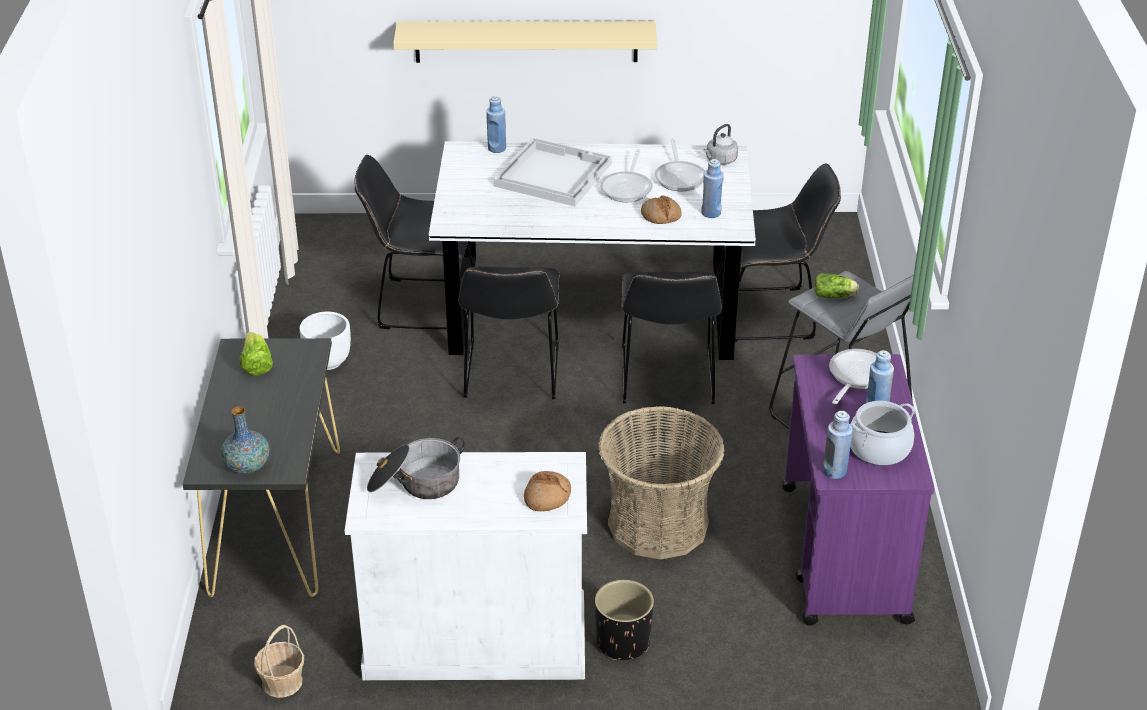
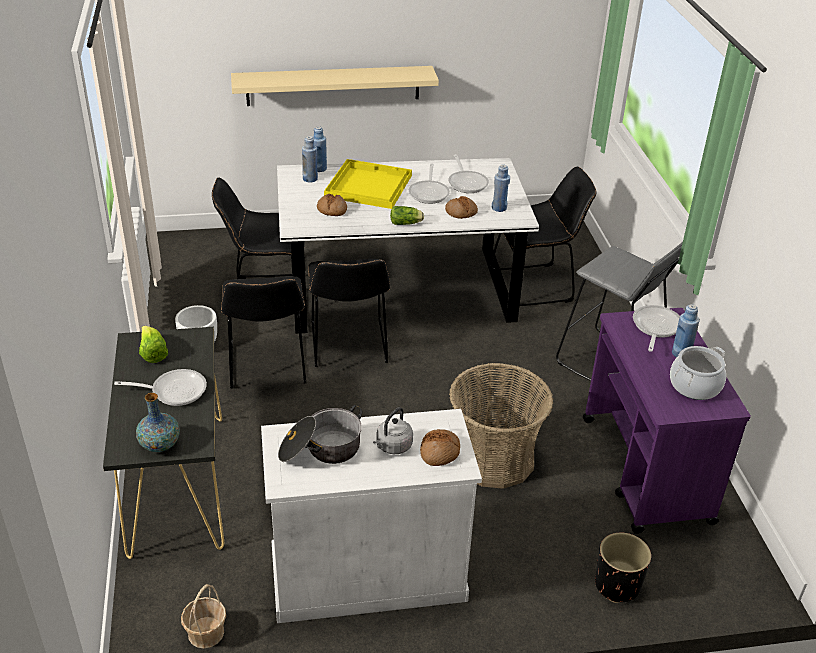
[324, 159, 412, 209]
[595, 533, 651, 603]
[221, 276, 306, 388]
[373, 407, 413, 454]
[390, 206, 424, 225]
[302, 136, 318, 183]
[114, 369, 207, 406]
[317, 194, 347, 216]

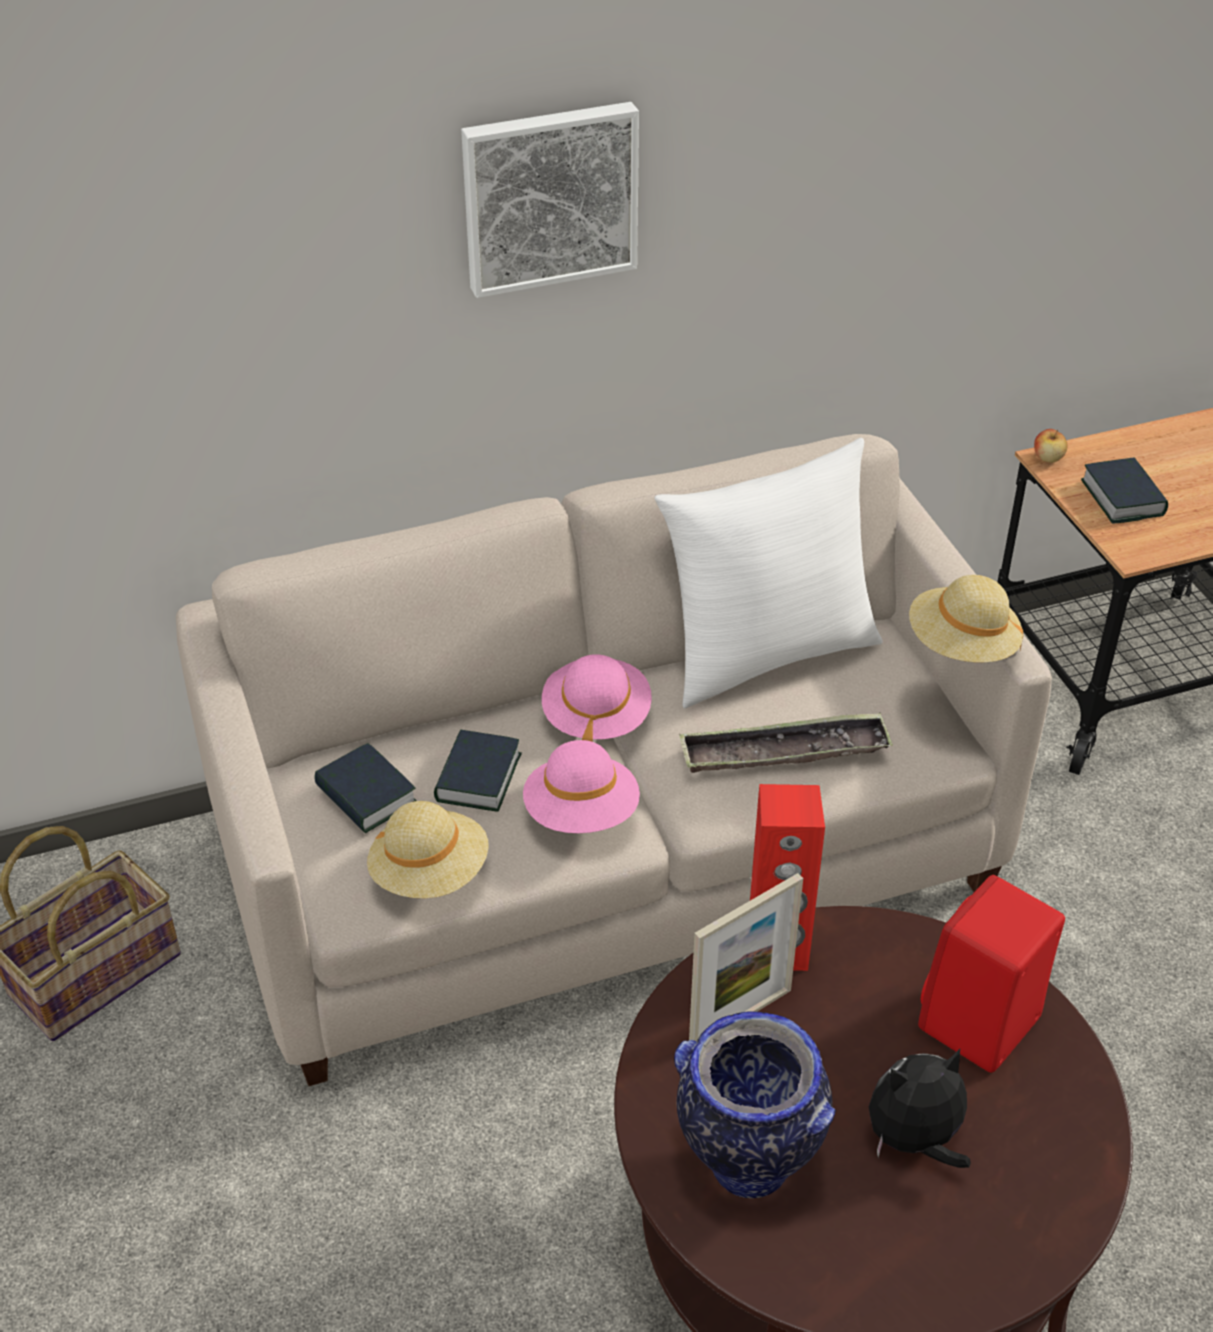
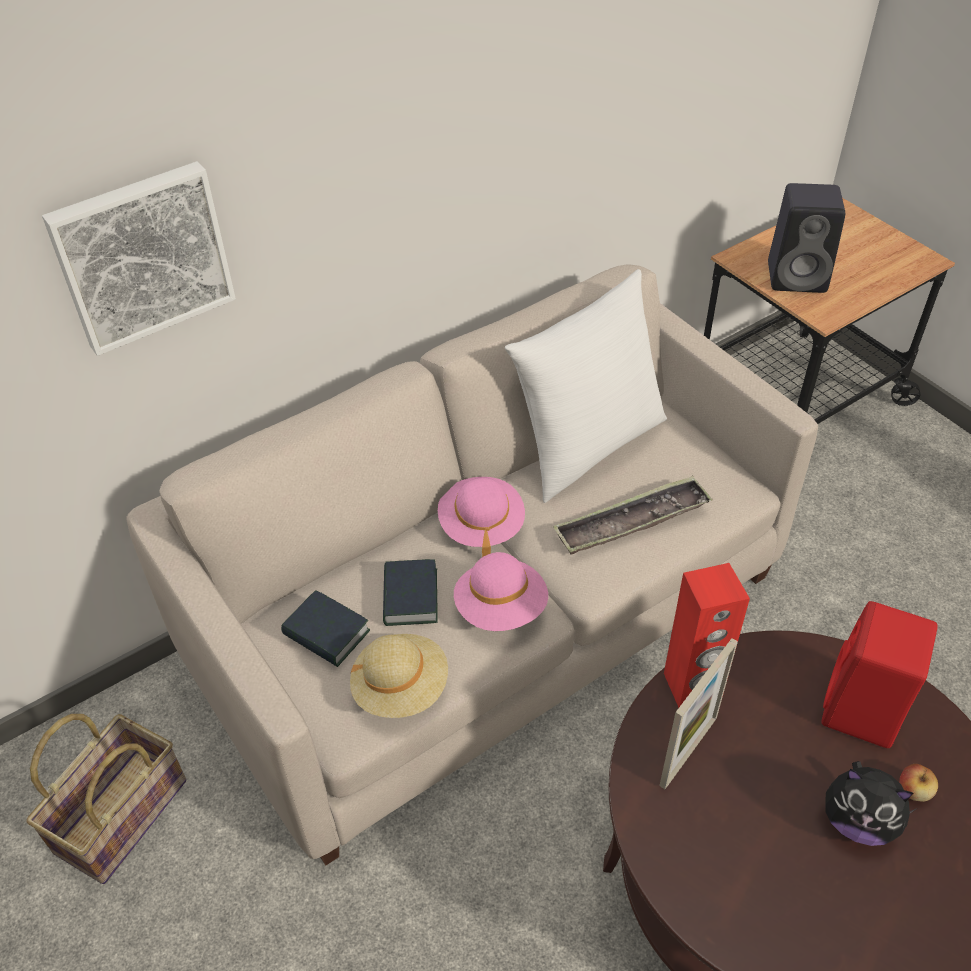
[42, 161, 236, 356]
[674, 1011, 836, 1198] (first image)
[826, 761, 917, 846]
[909, 575, 1023, 663] (first image)
[899, 764, 938, 802]
[768, 183, 845, 293]

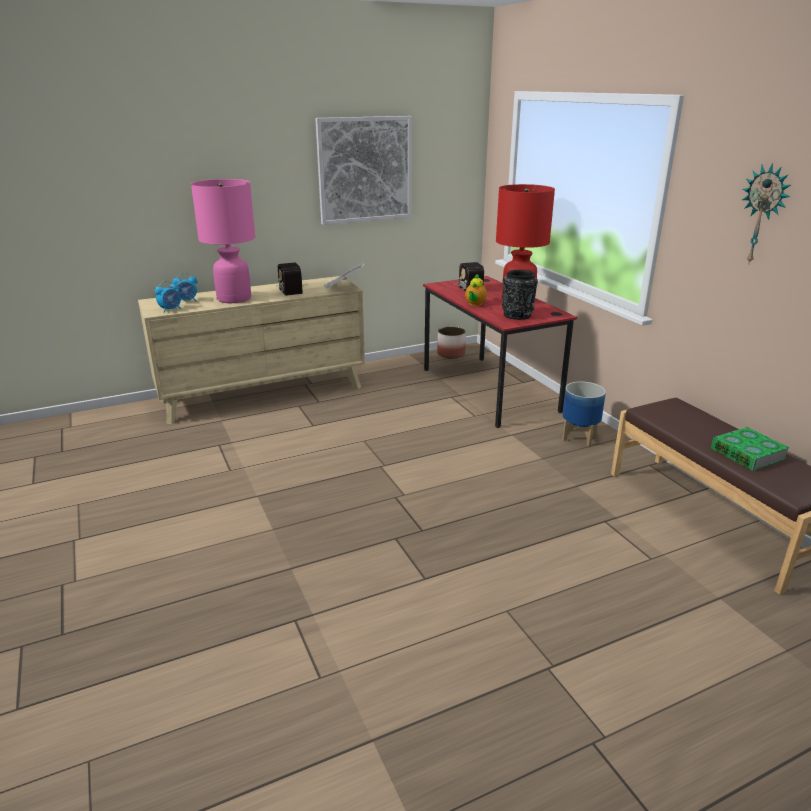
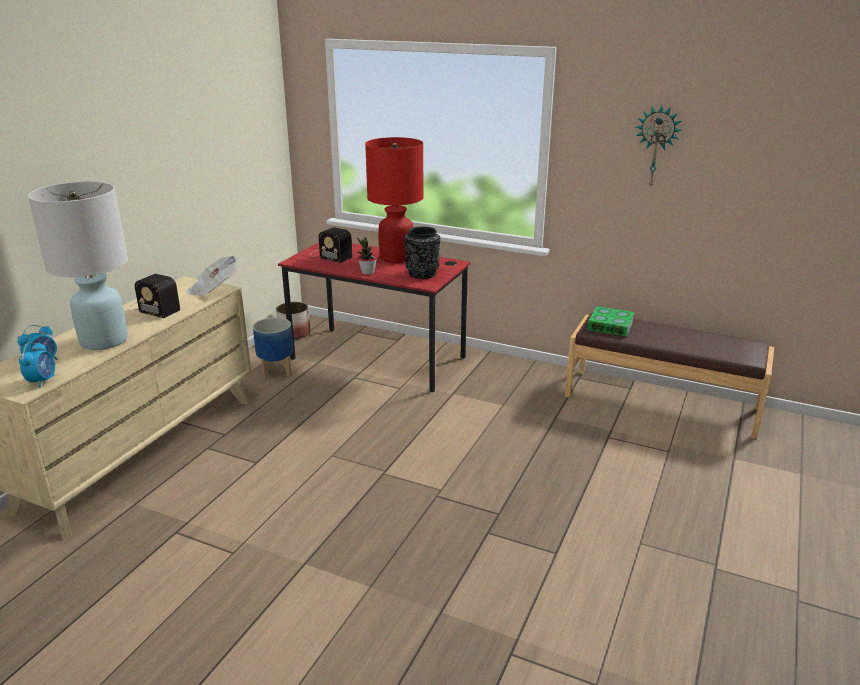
[28, 181, 128, 350]
[315, 116, 412, 225] (first image)
[357, 237, 377, 275]
[253, 317, 293, 379]
[588, 306, 634, 337]

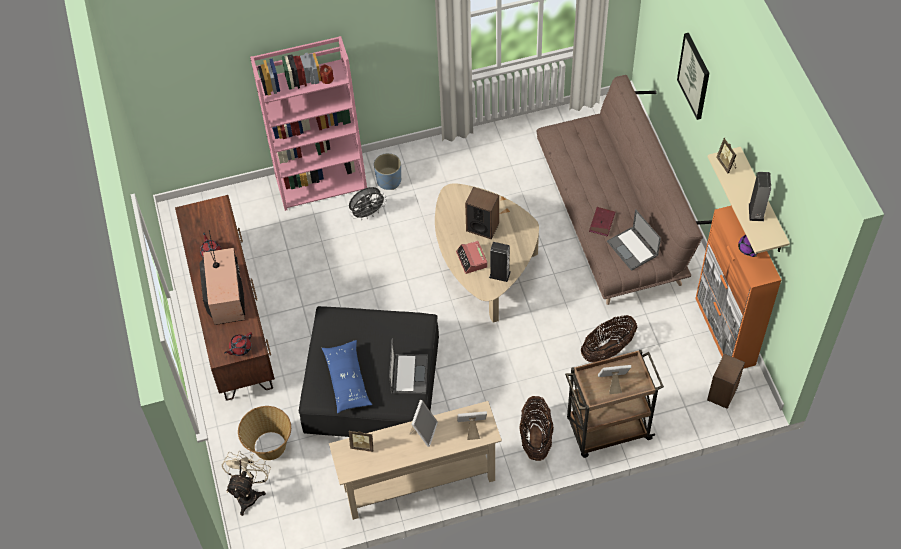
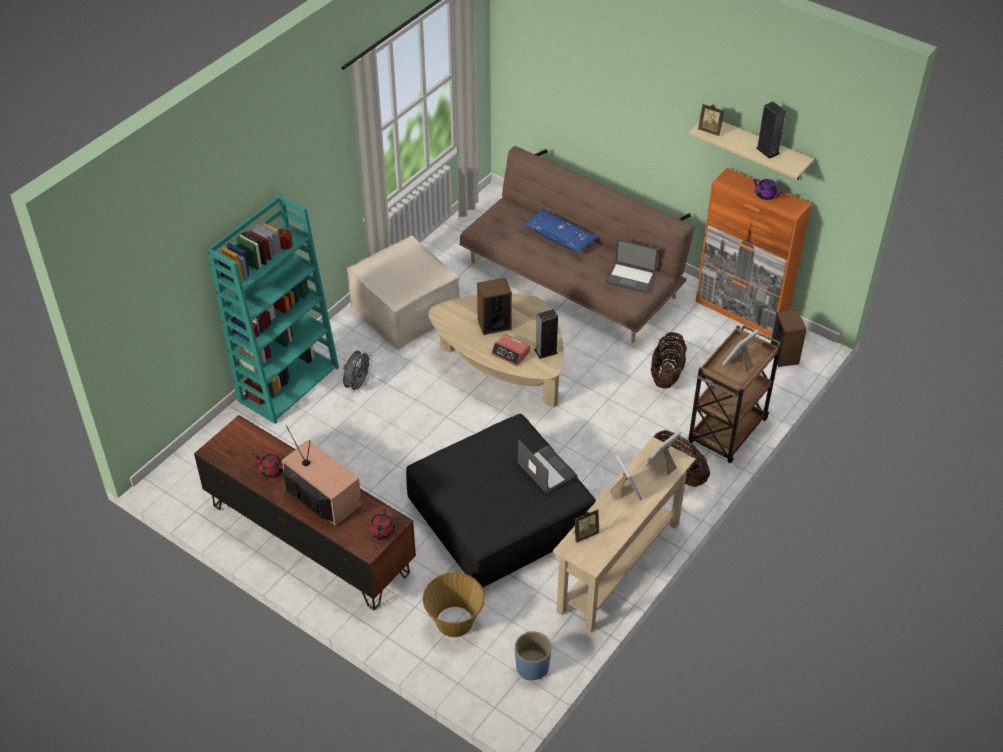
[222, 451, 271, 516] (first image)
[207, 195, 339, 424]
[522, 208, 599, 254]
[515, 631, 551, 680]
[589, 207, 615, 237] (first image)
[677, 33, 709, 120] (first image)
[347, 236, 460, 350]

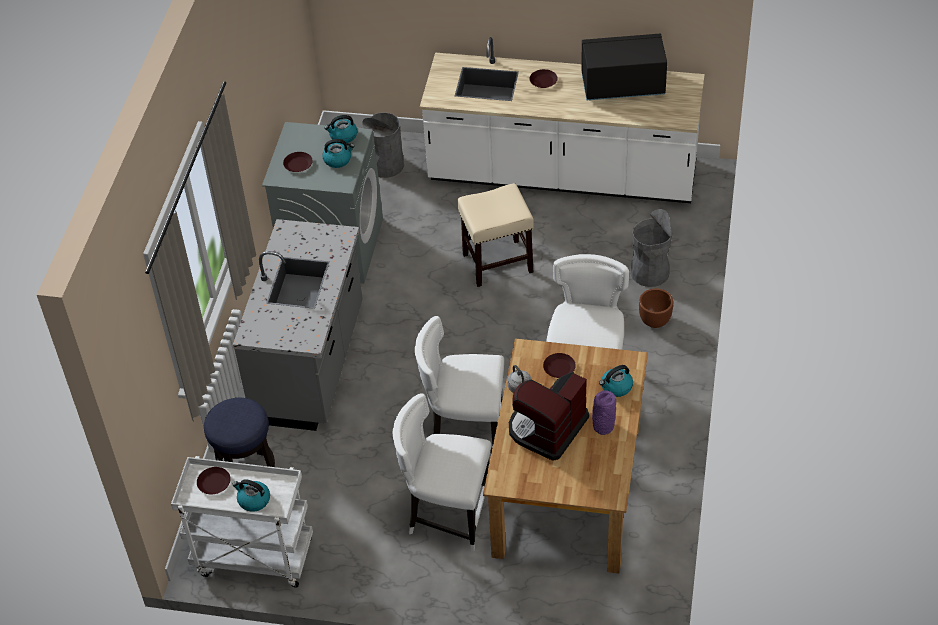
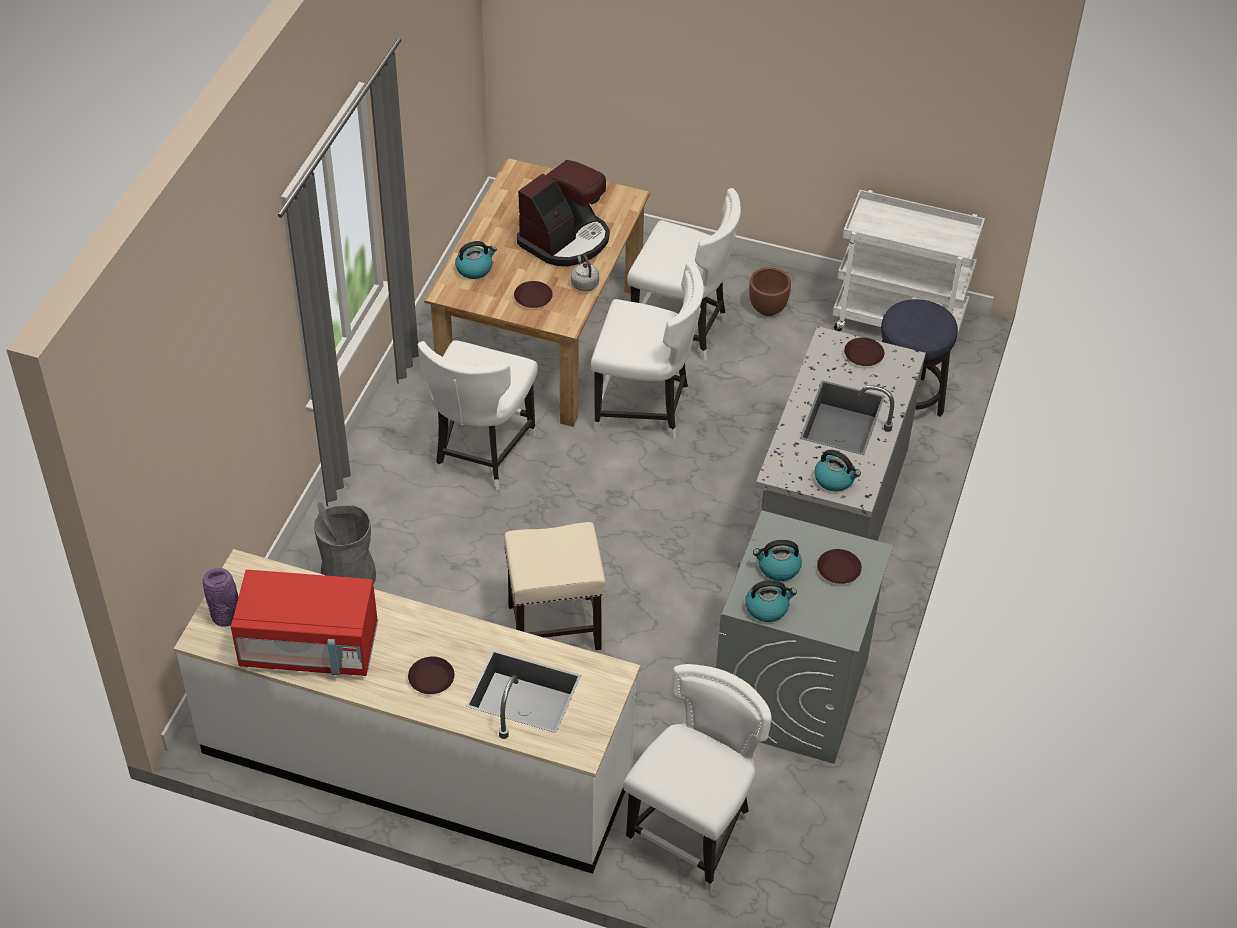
[844, 337, 884, 366]
[814, 450, 861, 492]
[623, 664, 771, 892]
[231, 570, 378, 676]
[203, 568, 239, 626]
[749, 267, 791, 316]

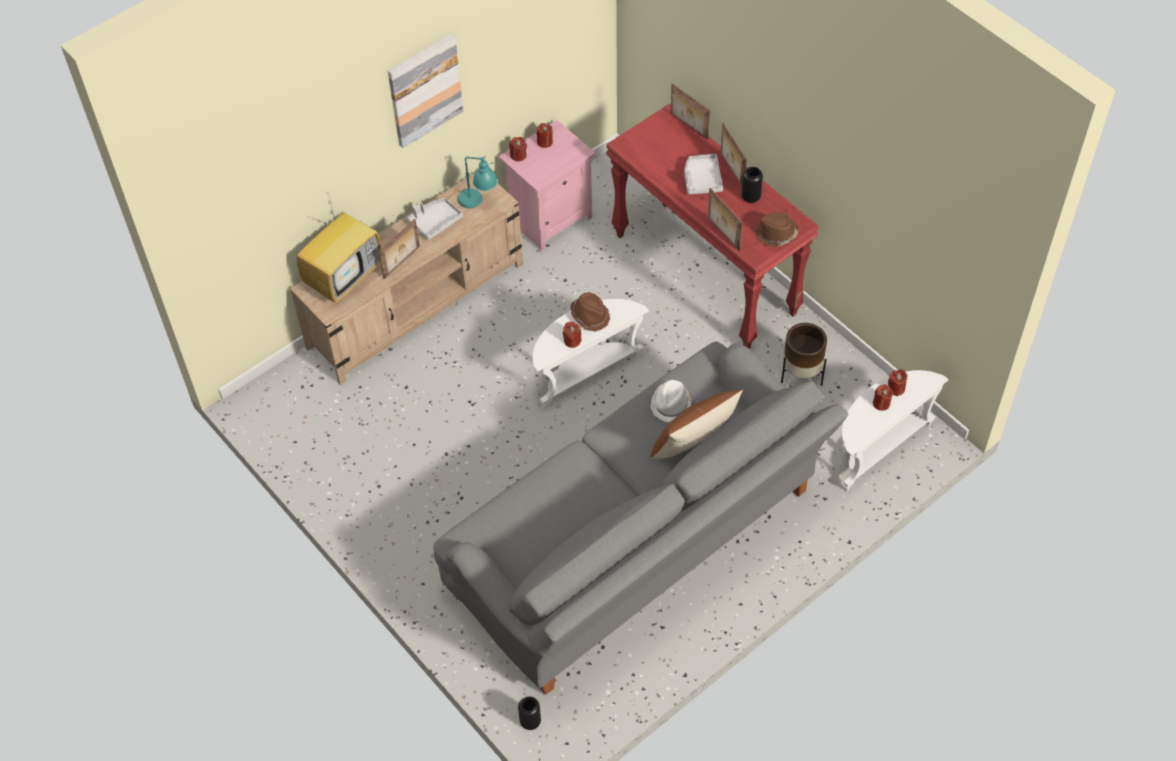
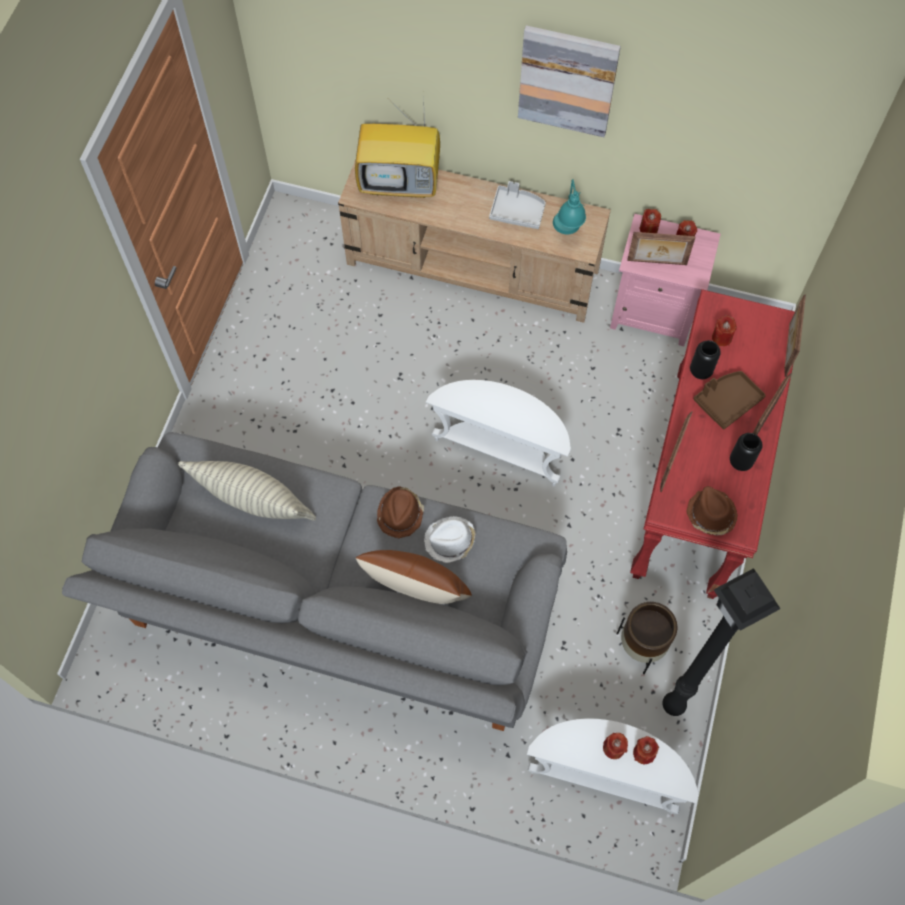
[627, 232, 696, 265]
[690, 340, 721, 379]
[712, 315, 737, 346]
[377, 486, 424, 538]
[694, 371, 766, 429]
[178, 461, 316, 521]
[662, 568, 781, 716]

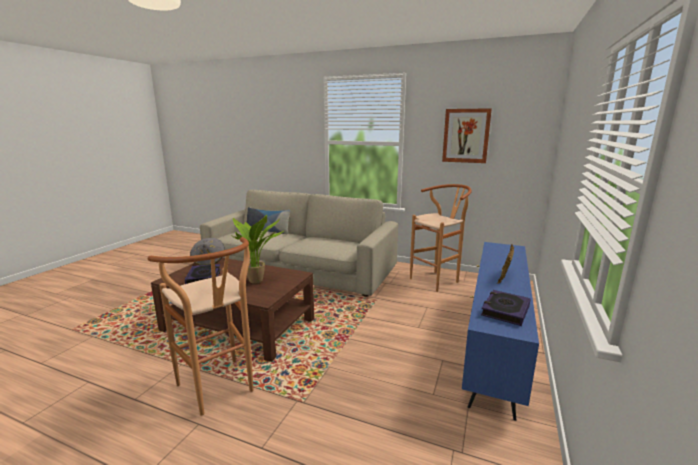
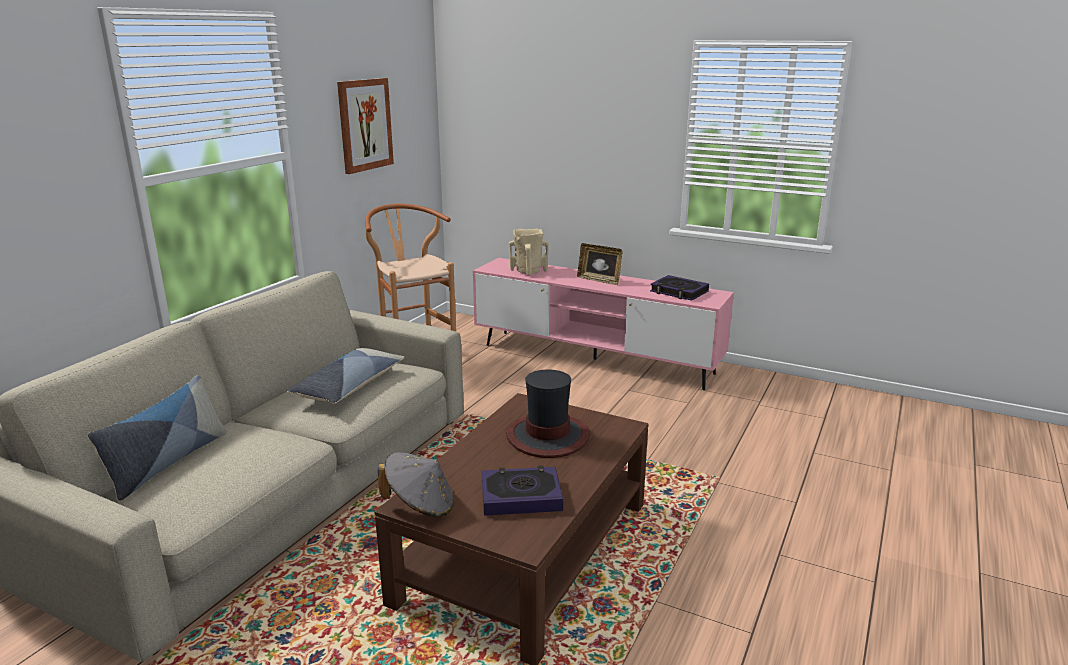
[148, 237, 254, 416] (first image)
[506, 369, 590, 458]
[473, 258, 734, 390]
[287, 348, 405, 404]
[509, 229, 549, 276]

